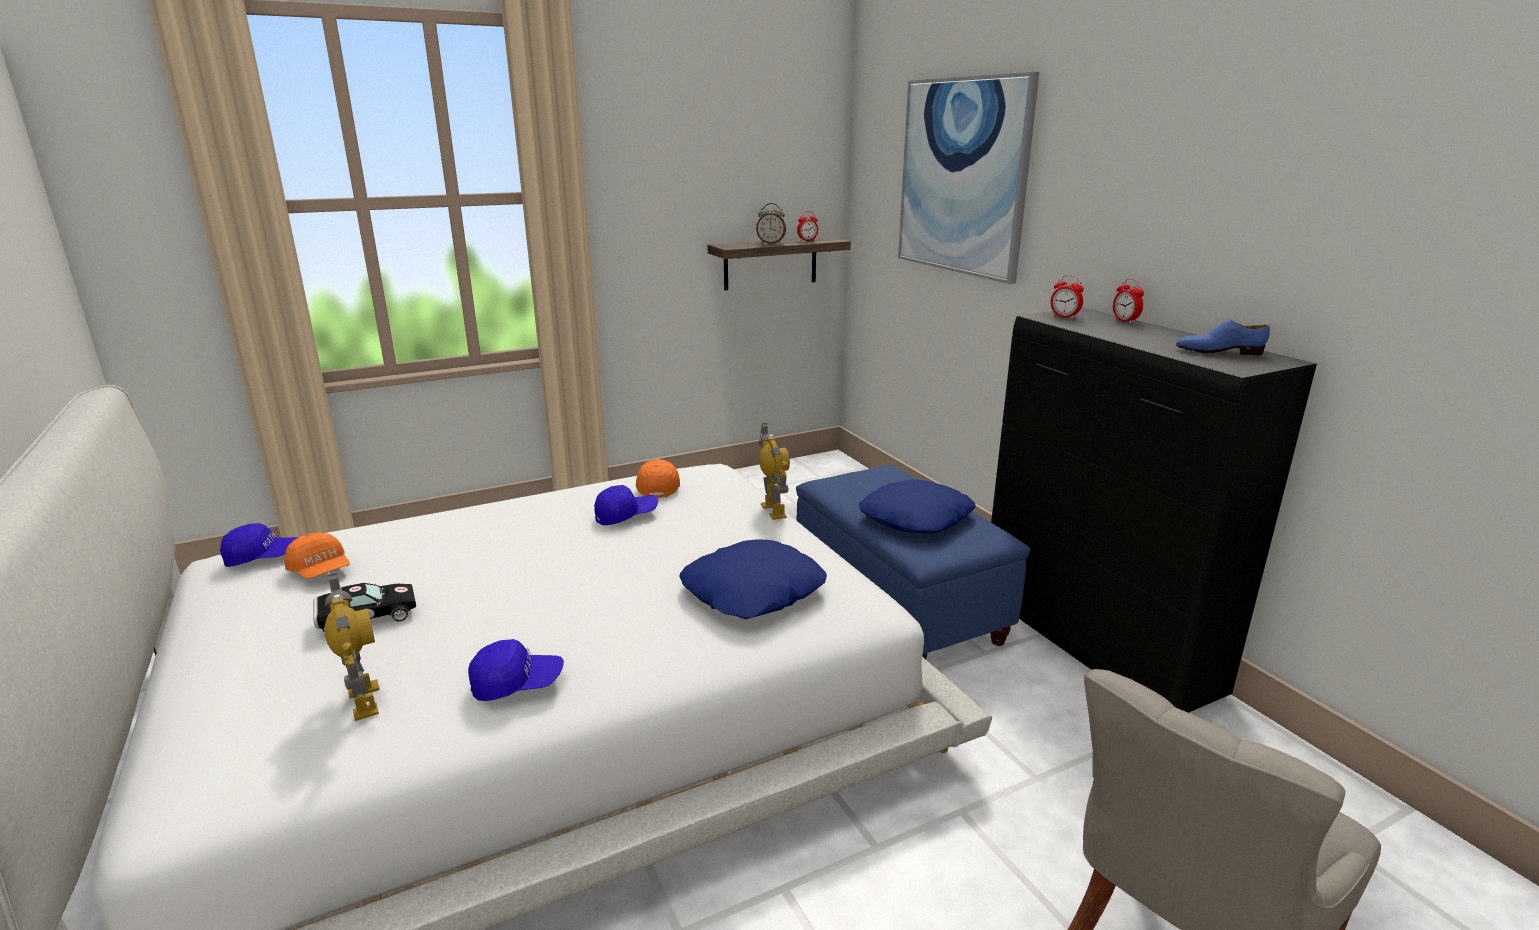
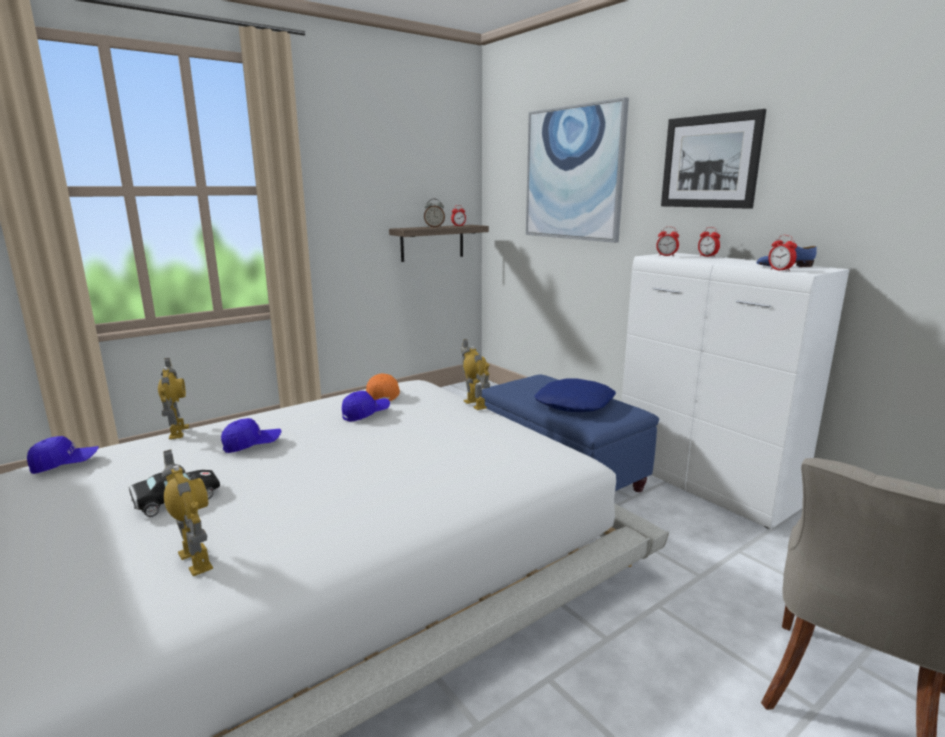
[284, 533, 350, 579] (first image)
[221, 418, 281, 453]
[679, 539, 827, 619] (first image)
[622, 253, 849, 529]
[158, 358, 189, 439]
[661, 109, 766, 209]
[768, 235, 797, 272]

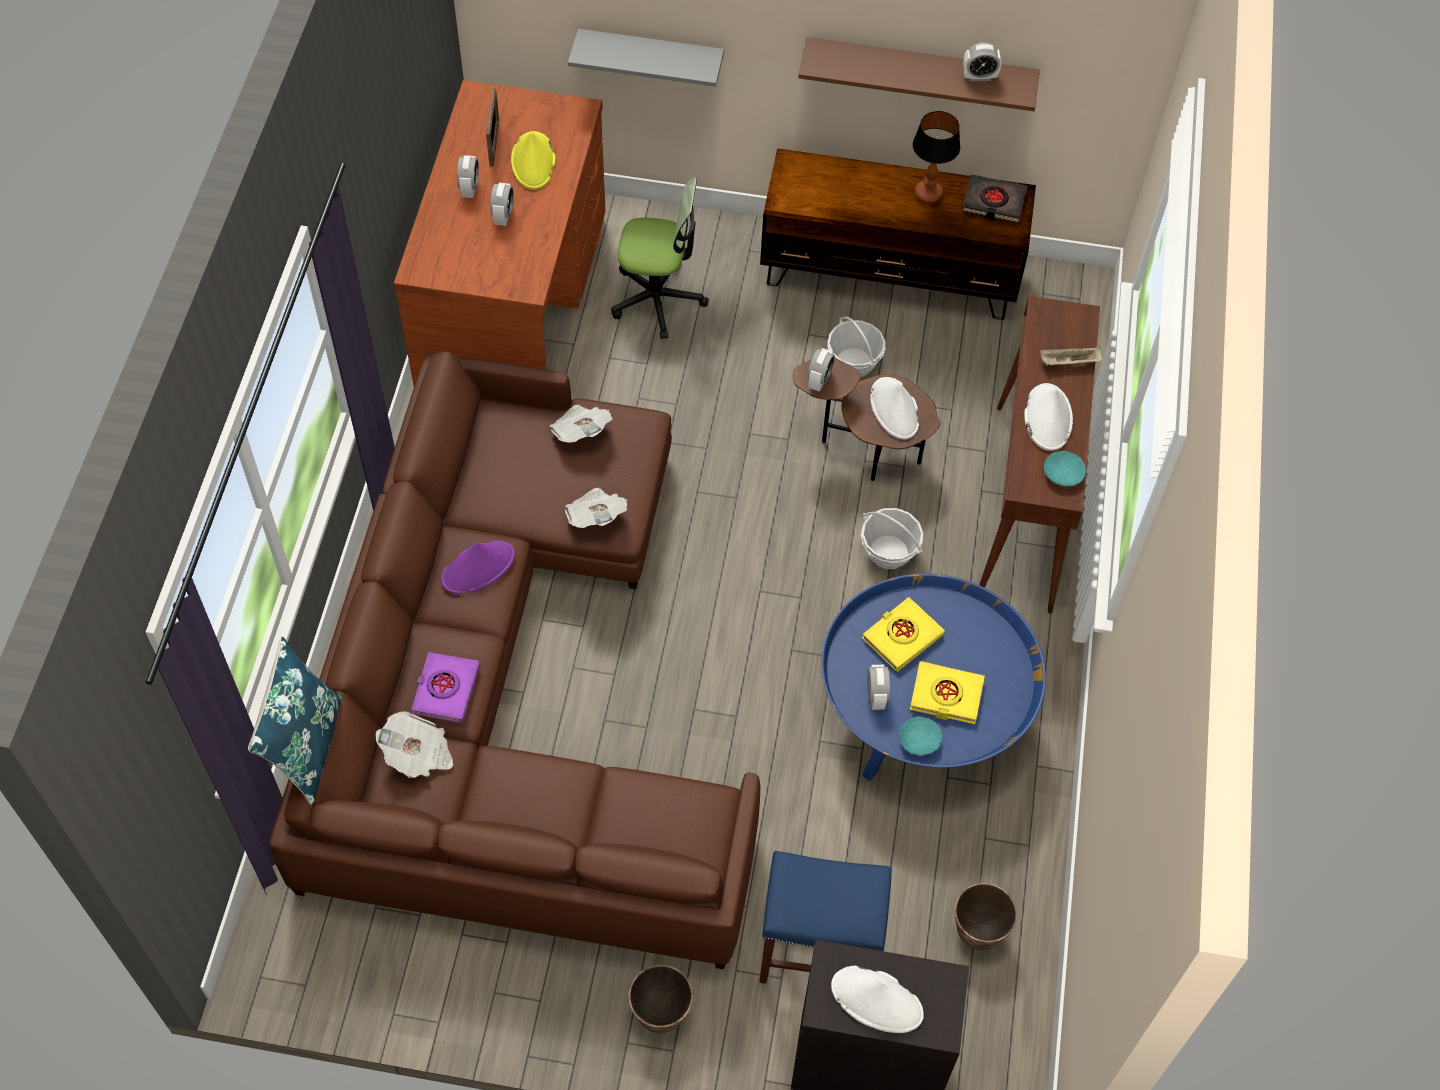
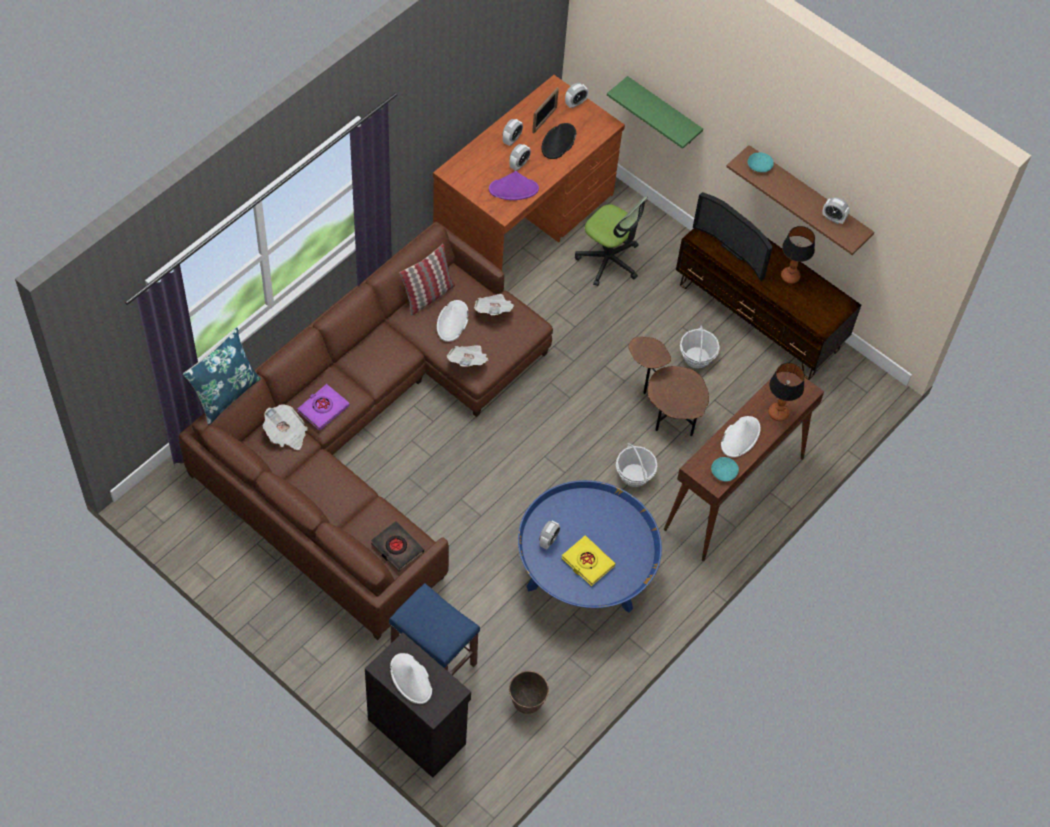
[489, 171, 539, 200]
[541, 123, 576, 159]
[607, 76, 703, 149]
[628, 965, 693, 1033] (first image)
[565, 83, 588, 108]
[862, 597, 945, 672] (first image)
[437, 300, 469, 342]
[748, 152, 774, 172]
[371, 521, 424, 571]
[768, 363, 805, 421]
[400, 244, 455, 315]
[693, 192, 773, 281]

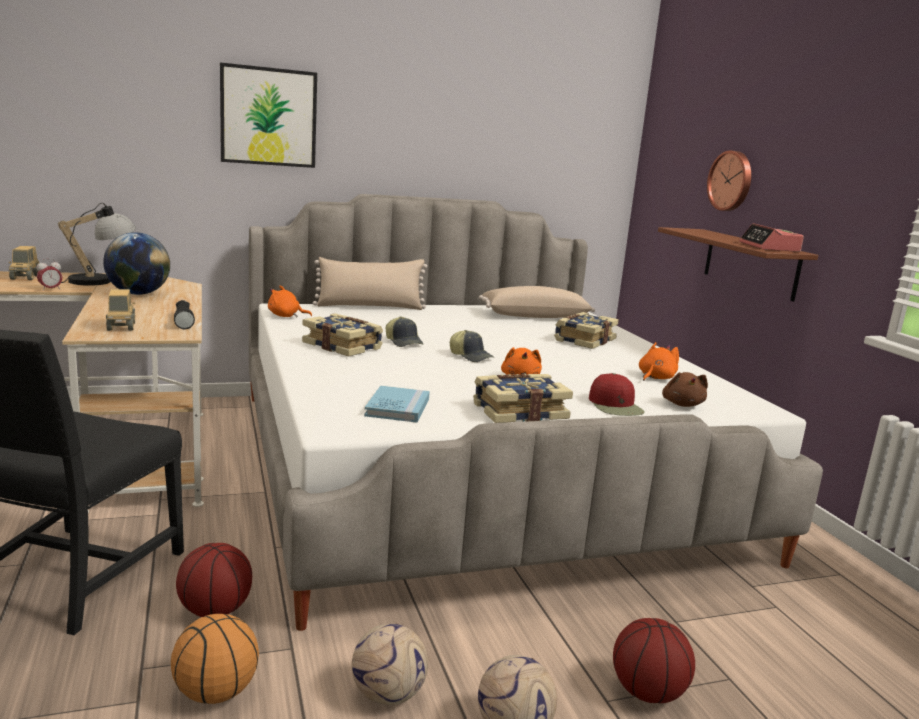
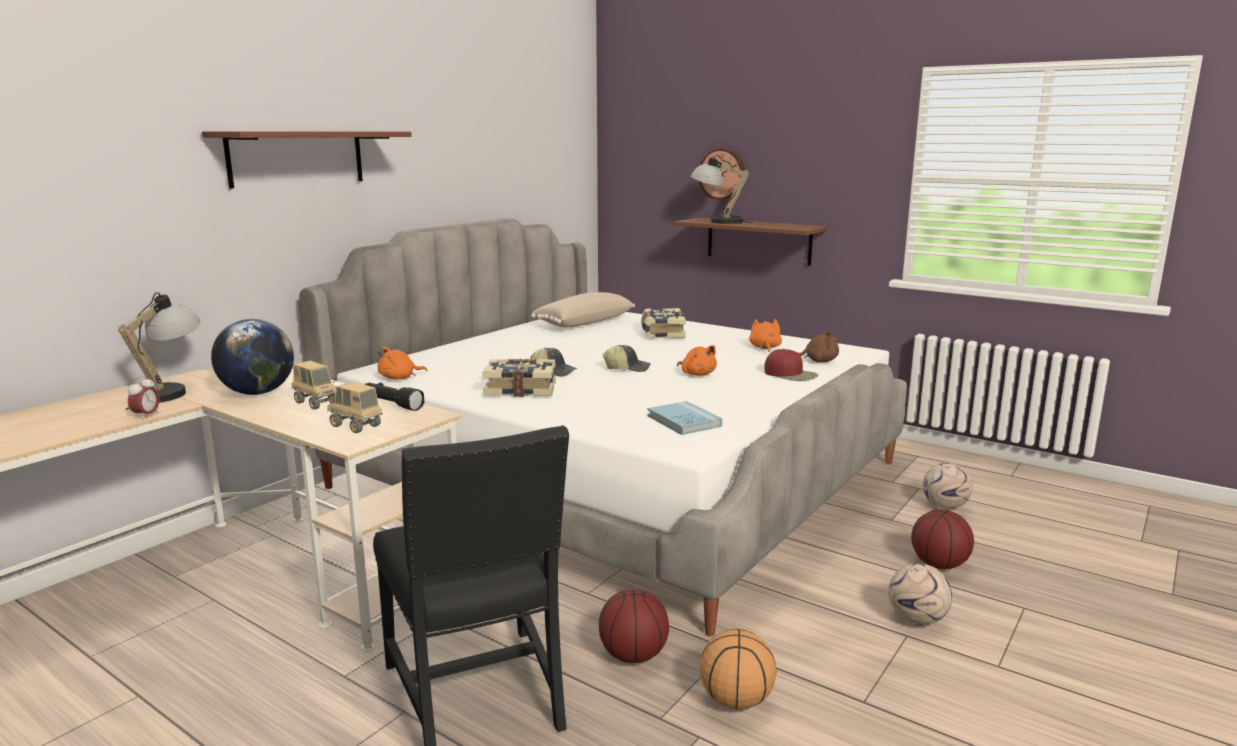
[292, 361, 336, 409]
[202, 131, 412, 189]
[313, 257, 427, 310] (first image)
[923, 463, 973, 509]
[473, 374, 573, 423] (first image)
[798, 331, 839, 362]
[739, 223, 804, 252] (first image)
[691, 155, 753, 224]

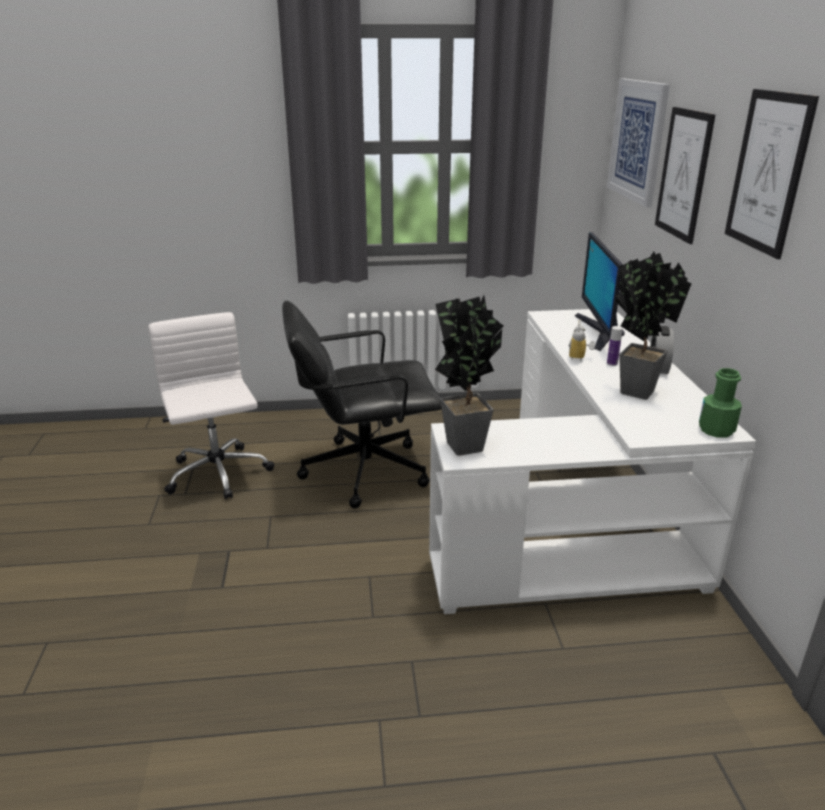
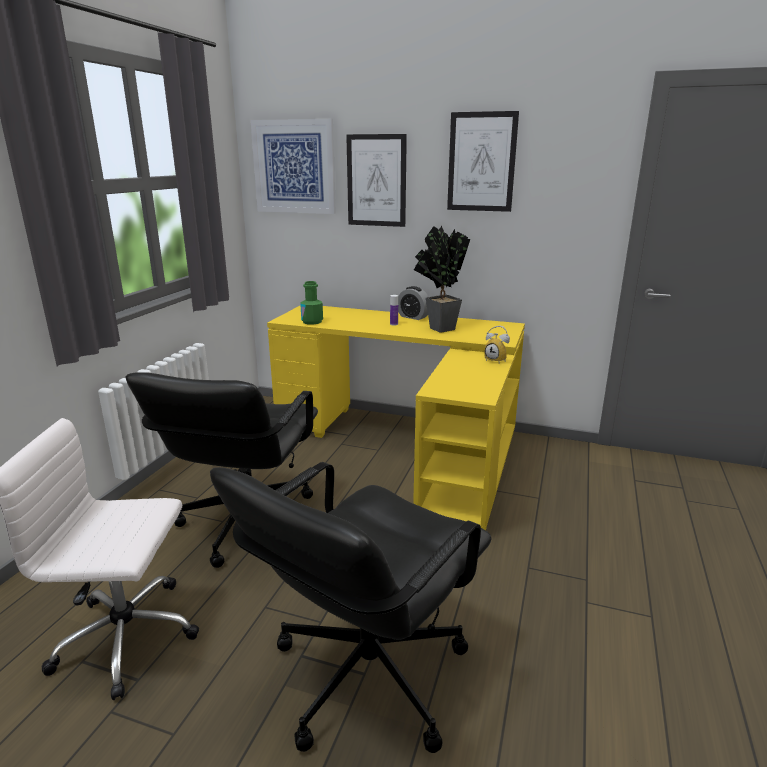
[267, 305, 525, 530]
[435, 295, 503, 456] (first image)
[485, 326, 510, 362]
[575, 232, 625, 351] (first image)
[300, 281, 323, 325]
[210, 462, 492, 753]

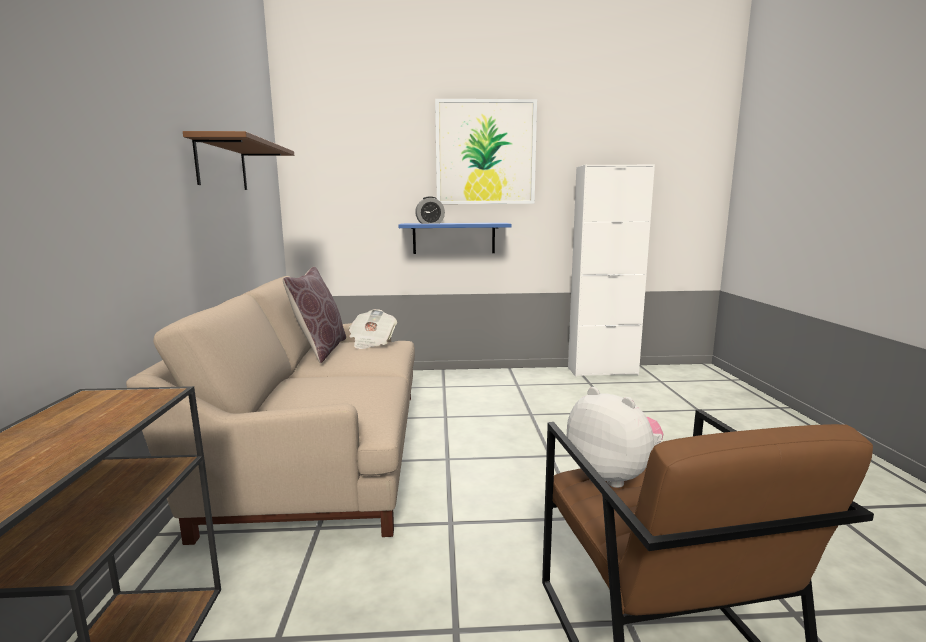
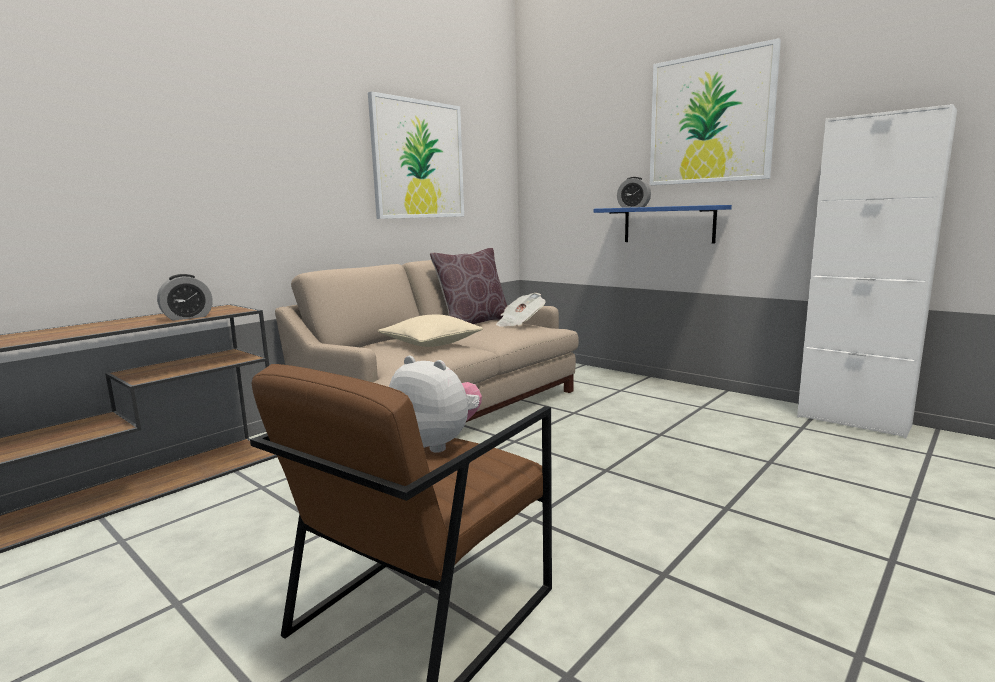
[368, 91, 464, 219]
[389, 356, 482, 453]
[157, 274, 213, 321]
[378, 315, 483, 347]

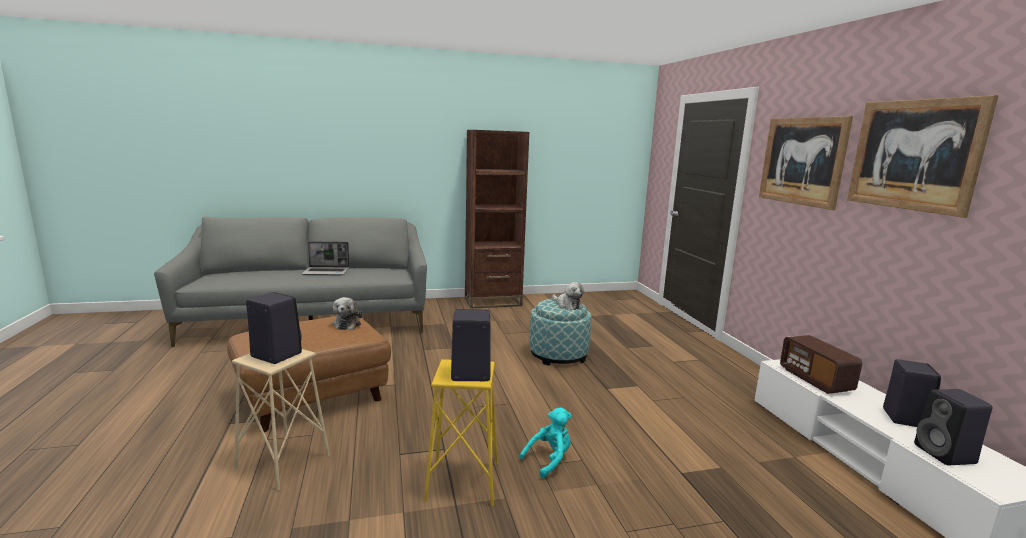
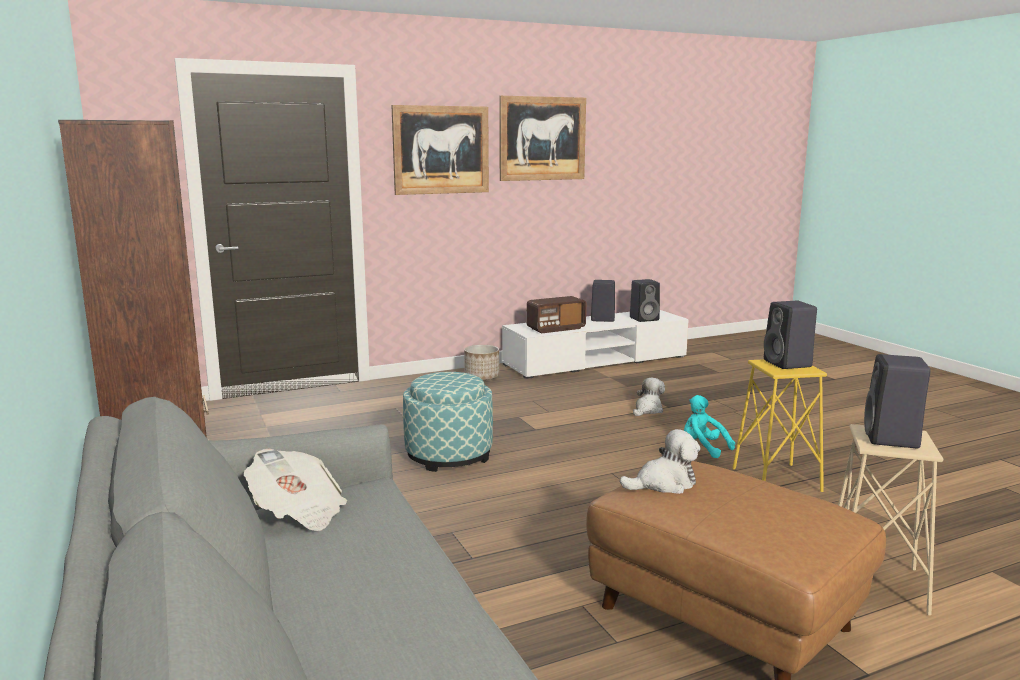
[302, 241, 350, 275] (first image)
[633, 378, 665, 416]
[244, 449, 347, 531]
[464, 345, 499, 380]

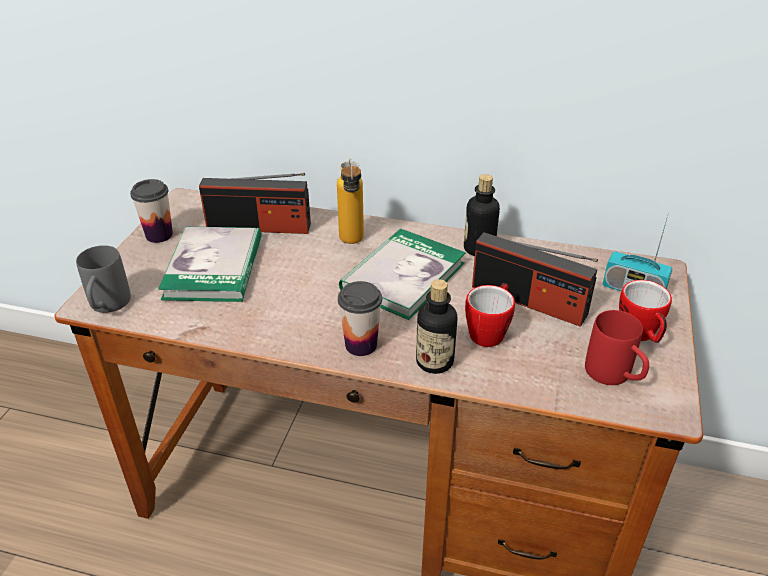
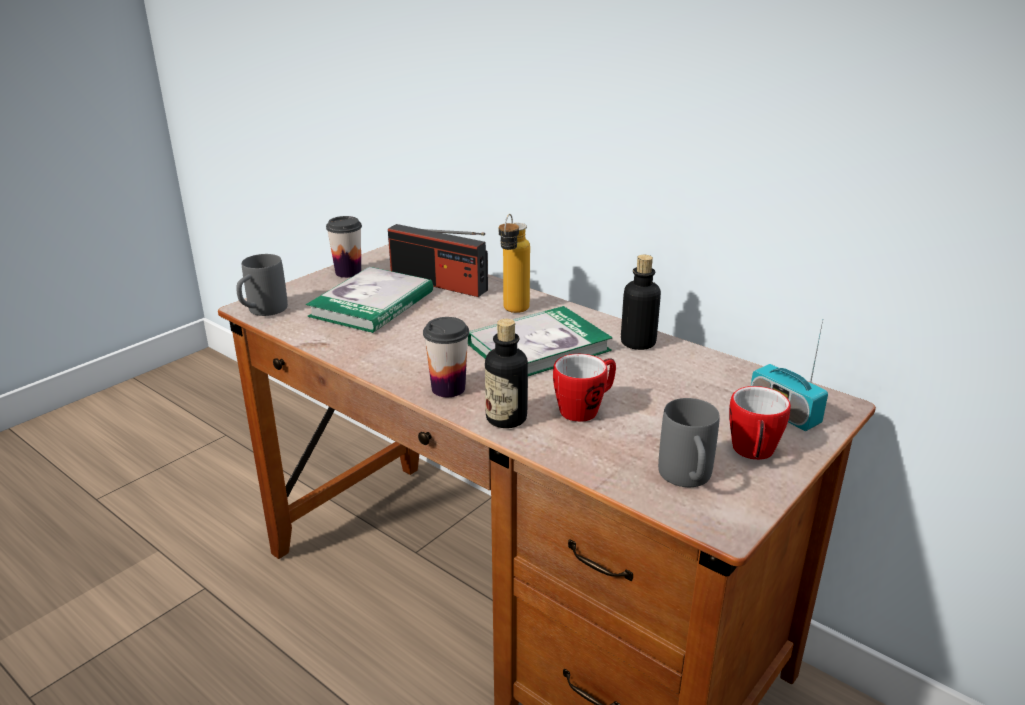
[472, 232, 598, 327] (first image)
[658, 398, 720, 487]

